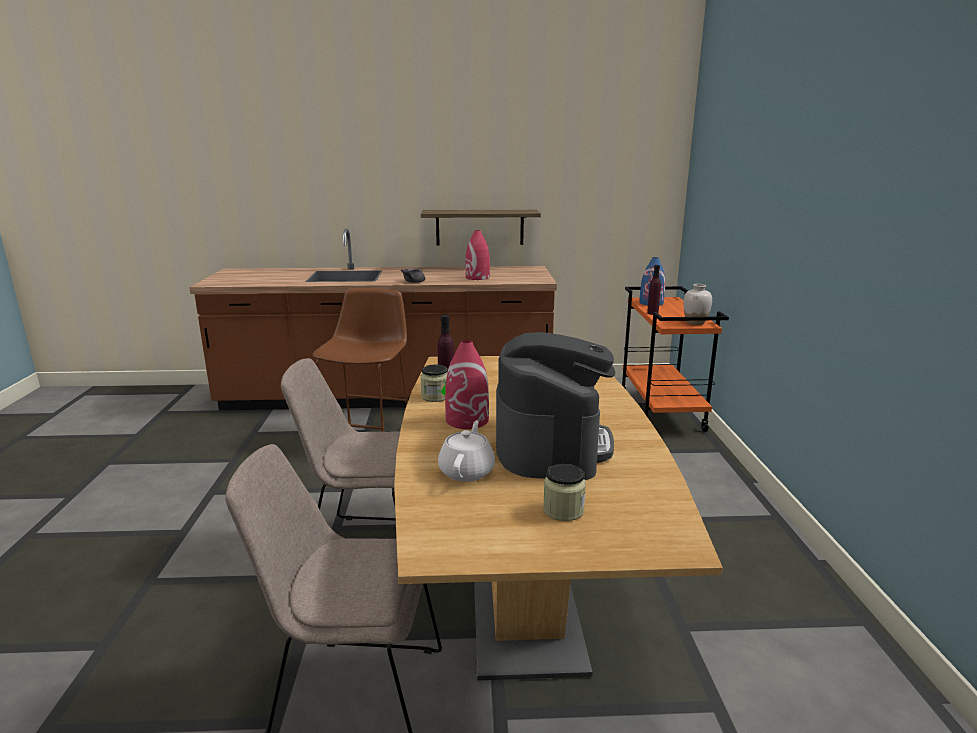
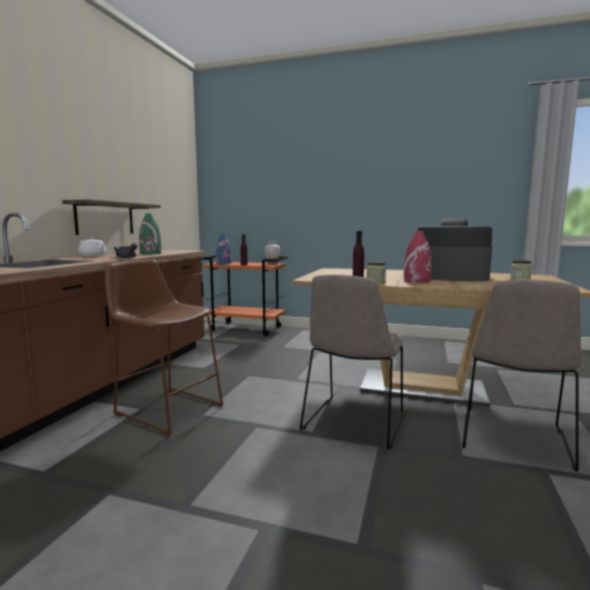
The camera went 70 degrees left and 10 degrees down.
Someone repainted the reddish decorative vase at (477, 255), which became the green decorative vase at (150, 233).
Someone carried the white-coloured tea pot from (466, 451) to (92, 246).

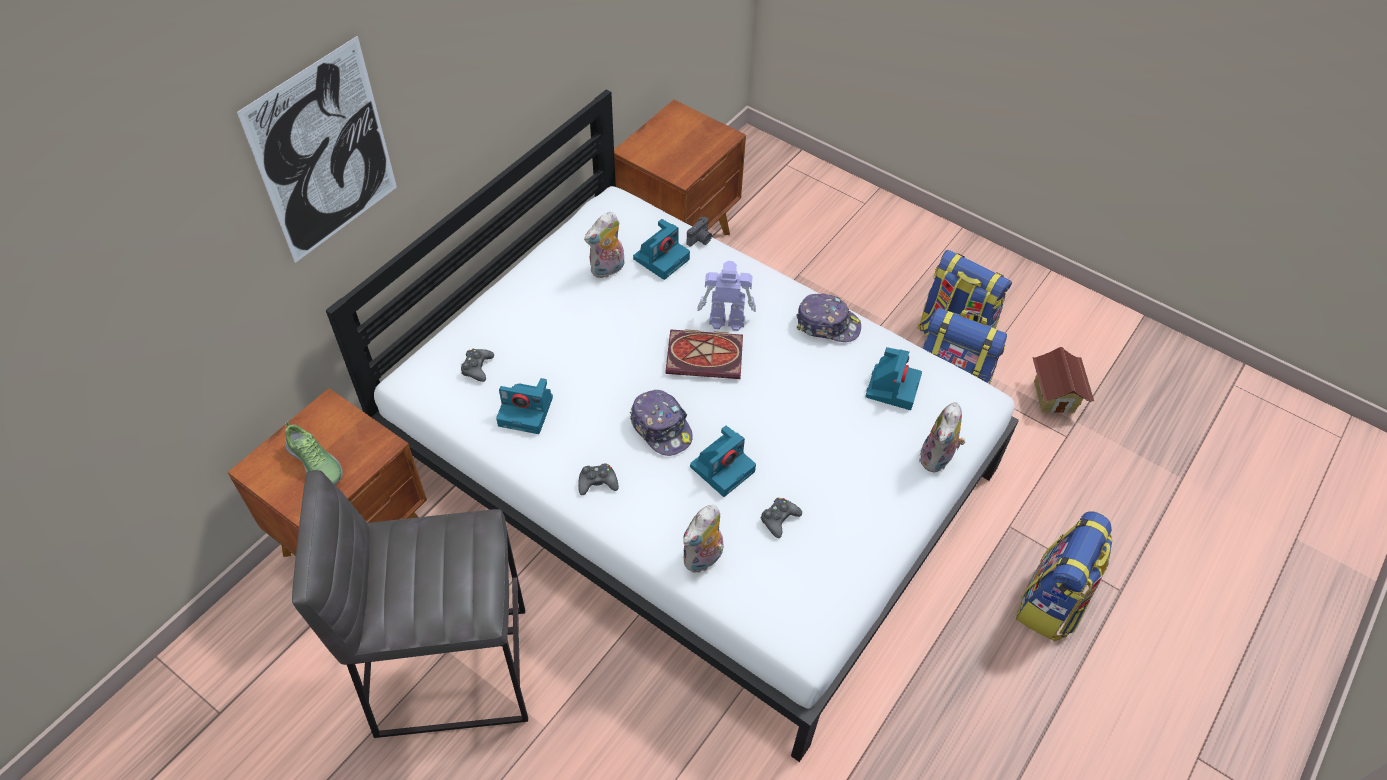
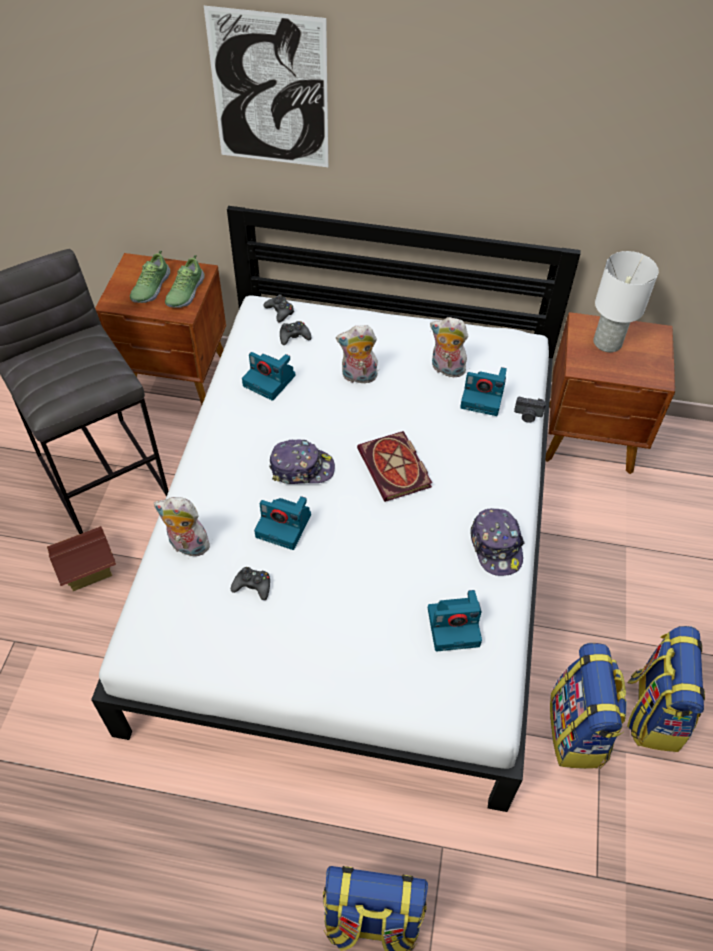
The camera went 65 degrees right and 0 degrees up.
Someone took away the model robot at (726, 296).
Someone carried the model house from (1063, 380) to (81, 558).
Someone rotated the photo camera at (524, 406) by 45 degrees counterclockwise.
Someone rotated the baseball cap at (661, 423) by 120 degrees counterclockwise.
Someone carried the plush toy from (942, 437) to (357, 354).
Someone carried the black joypad from (598, 479) to (279, 308).
Someone put down the white-coloured lamp for a table at (625, 301).
Someone put down the item of footwear at (185, 281).

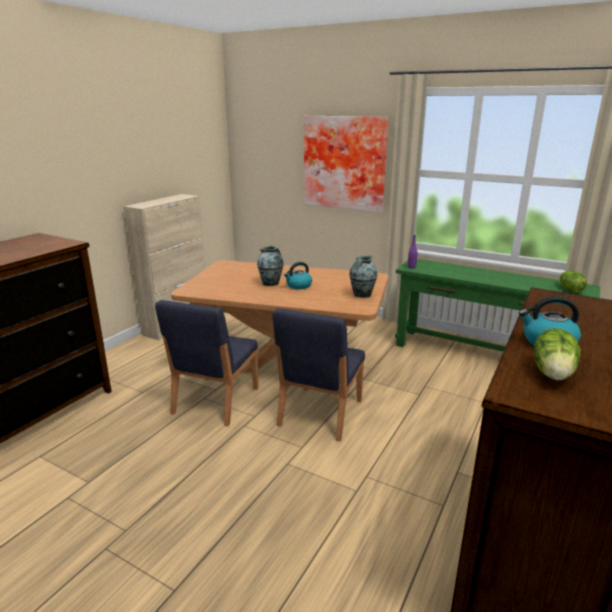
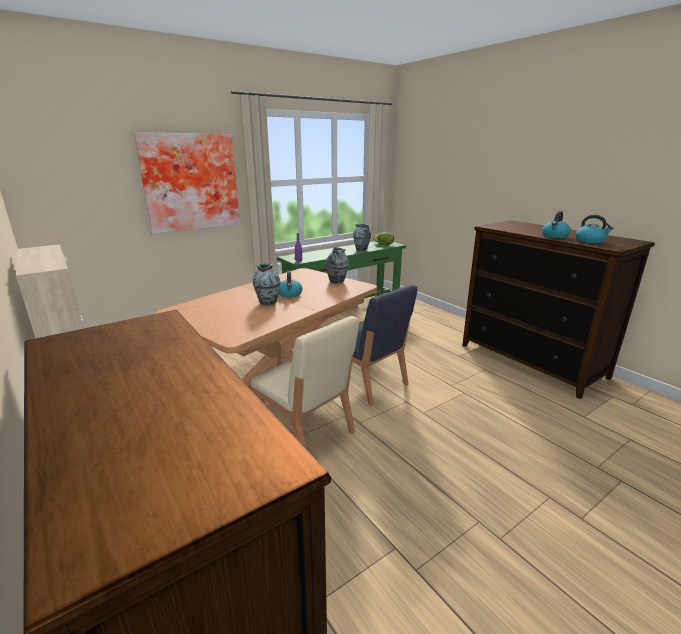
The camera went 65 degrees left and 0 degrees up.
Someone repainted the blue plain chair at (207, 363), which became the sand-coloured plain chair at (305, 382).
Someone swapped the lettuce head at (557, 354) for the tea kettle at (594, 229).
Someone put down the decorative vase at (362, 237).

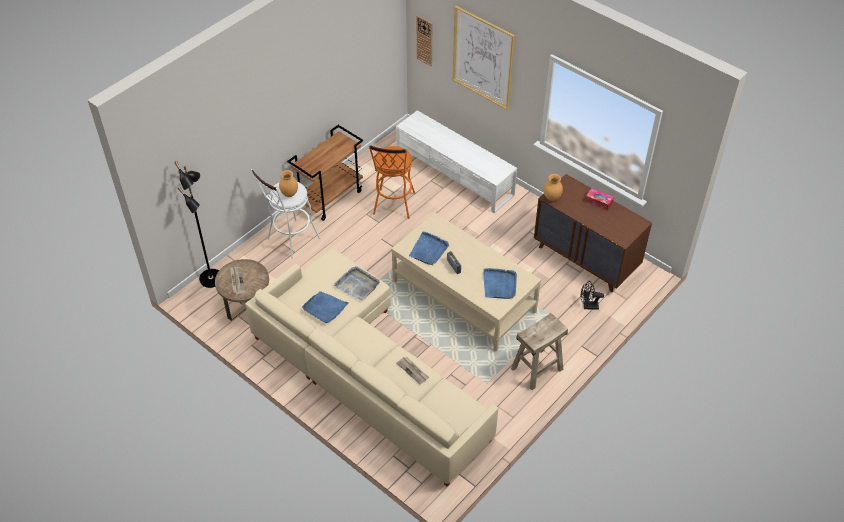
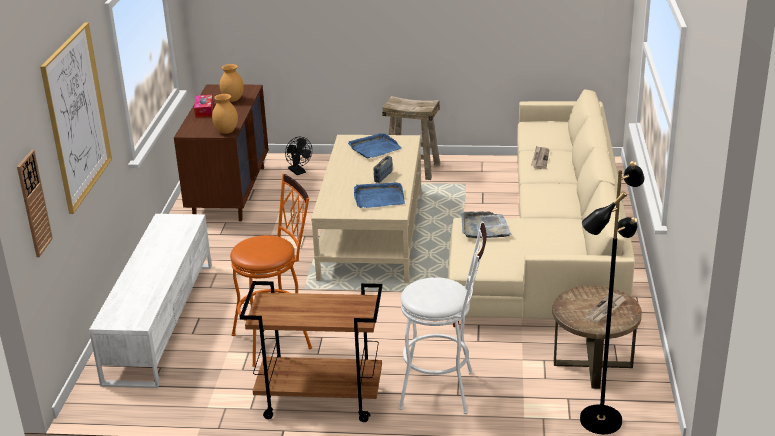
The camera went 125 degrees left and 20 degrees down.
Someone carried the brown decorative vase from (288, 183) to (232, 83).
Someone took away the blue serving tray at (325, 307).

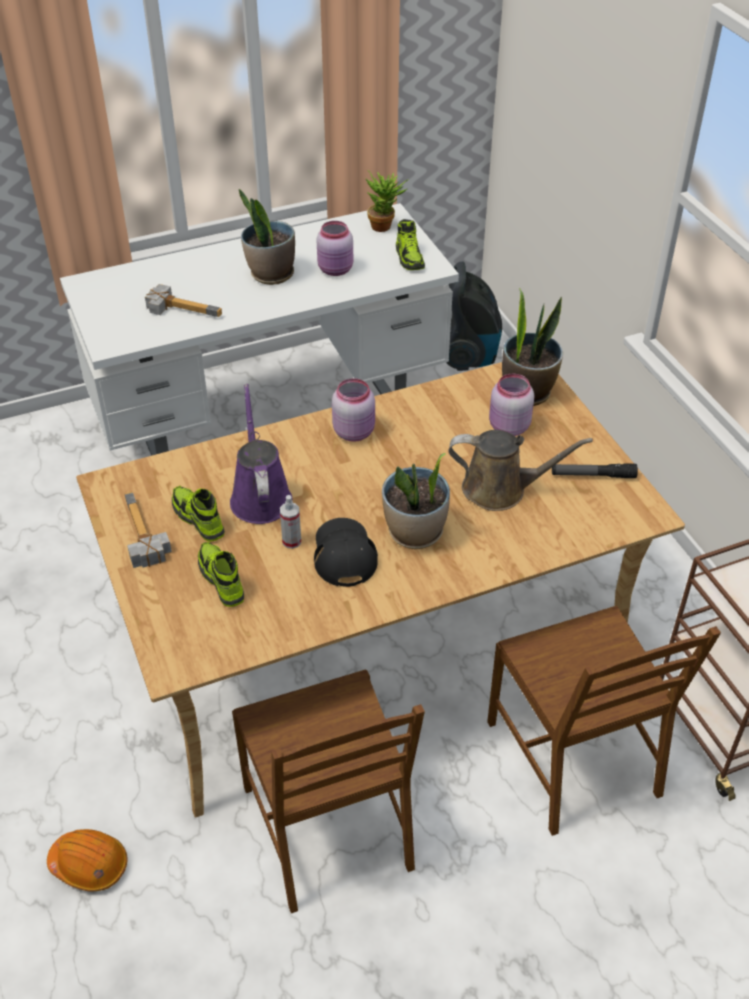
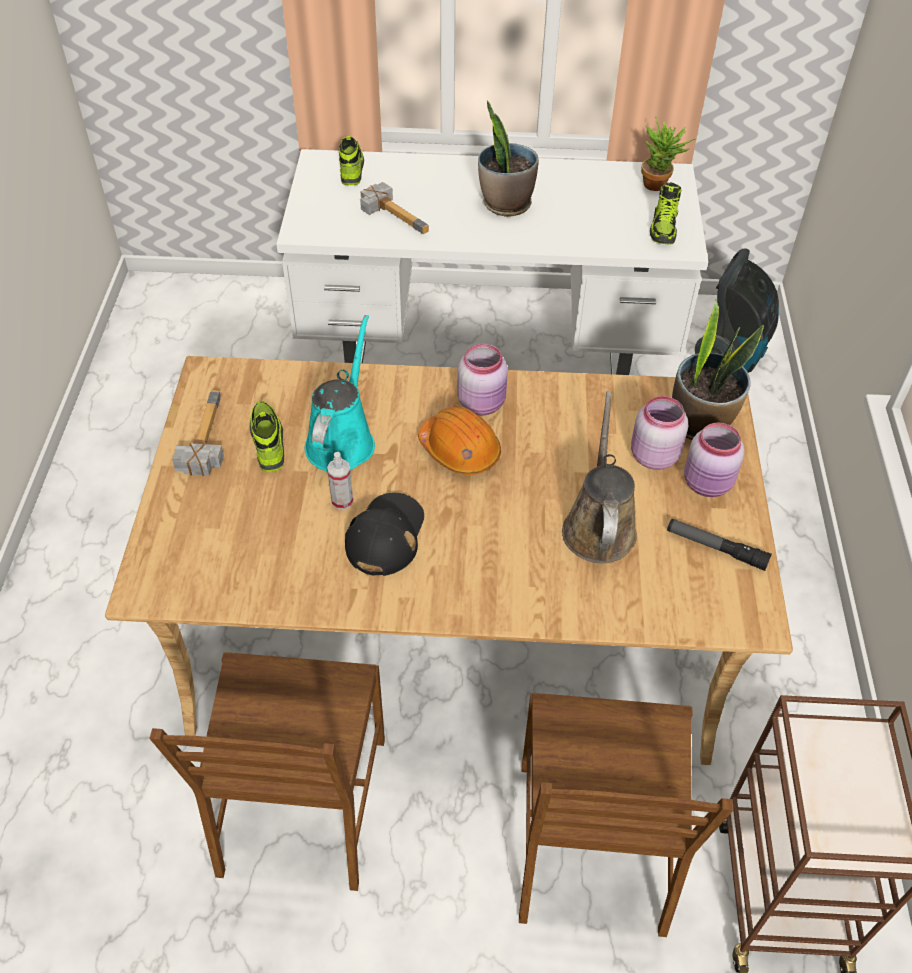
The camera went 25 degrees right and 5 degrees up.
Someone carried the pink-coloured jar from (335, 248) to (714, 459).
Someone repainted the purplish sprinkling can at (261, 454), which became the blue-green sprinkling can at (339, 393).
Someone rotated the brown sprinkling can at (520, 470) by 120 degrees counterclockwise.
Someone took away the plant in a pot at (416, 501).
Someone carried the item of footwear from (221, 574) to (351, 160).
Someone carried the orangey safety helmet from (87, 860) to (459, 440).

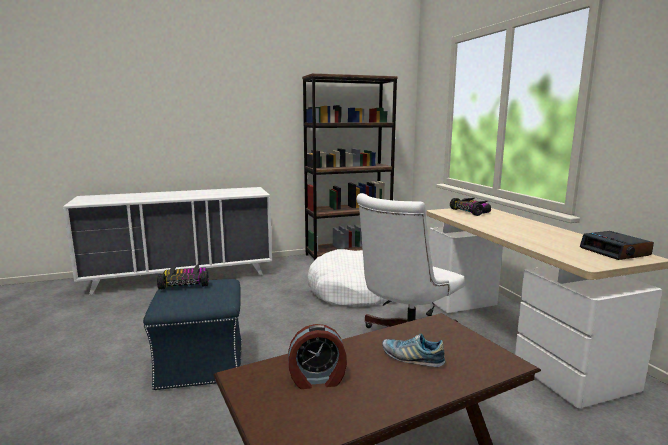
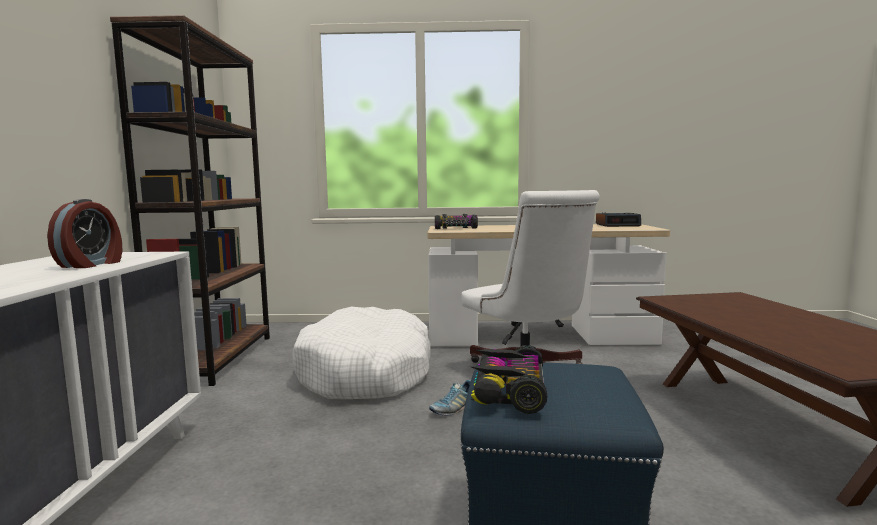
The camera went 70 degrees left and 5 degrees down.
Someone carried the table clock from (317, 356) to (84, 233).
Someone carried the item of footwear from (413, 350) to (450, 397).

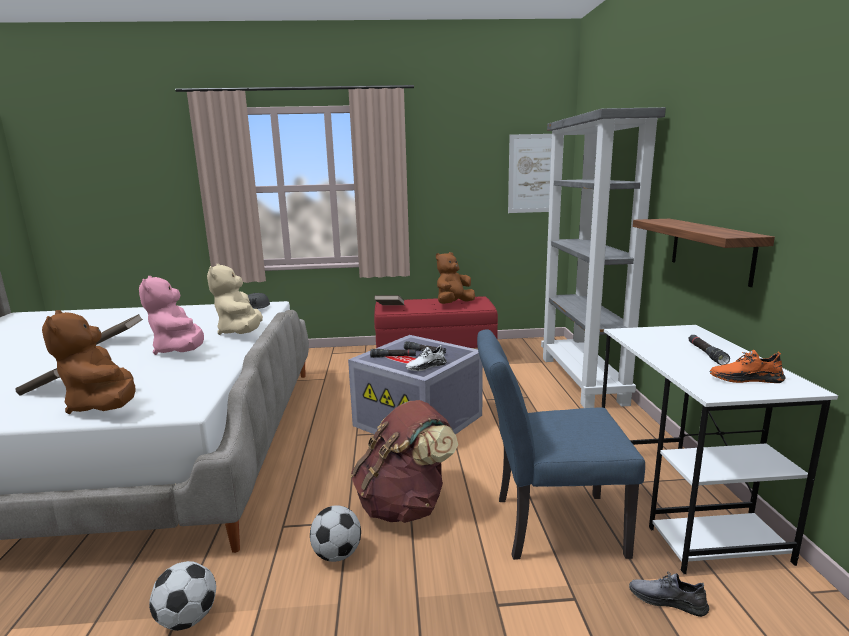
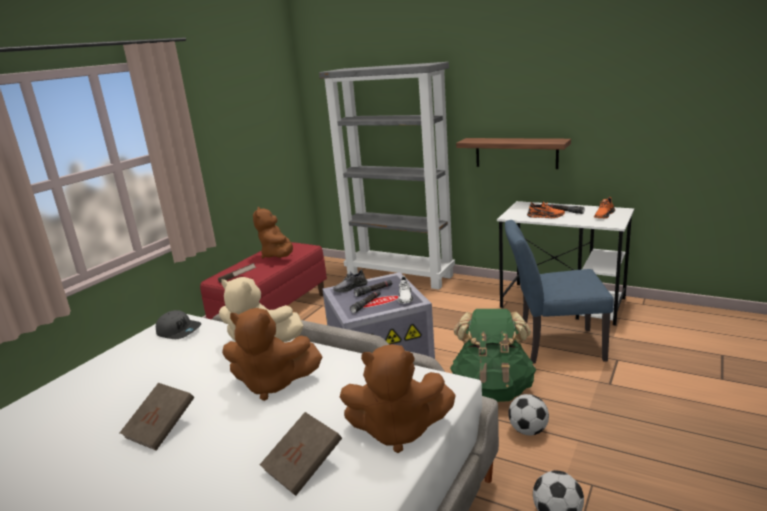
The camera went 55 degrees left and 5 degrees up.
Someone took away the wall art at (530, 173).
Someone repainted the pink-coloured plush toy at (171, 315), which became the brown plush toy at (272, 354).
Someone rotated the blue plain chair at (561, 444) by 60 degrees clockwise.
Someone repainted the brown rucksack at (404, 461), which became the green rucksack at (493, 355).
Someone carried the gray item of footwear from (669, 594) to (350, 280).
Someone put down the orangey item of footwear at (546, 209).

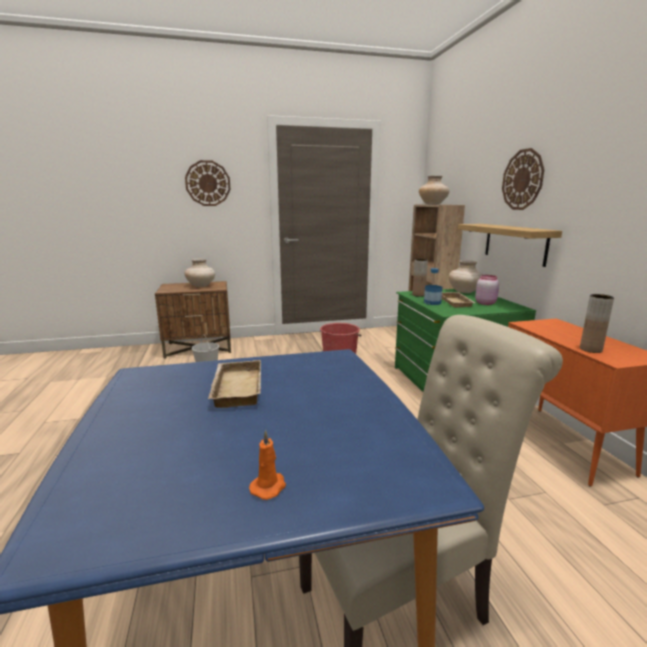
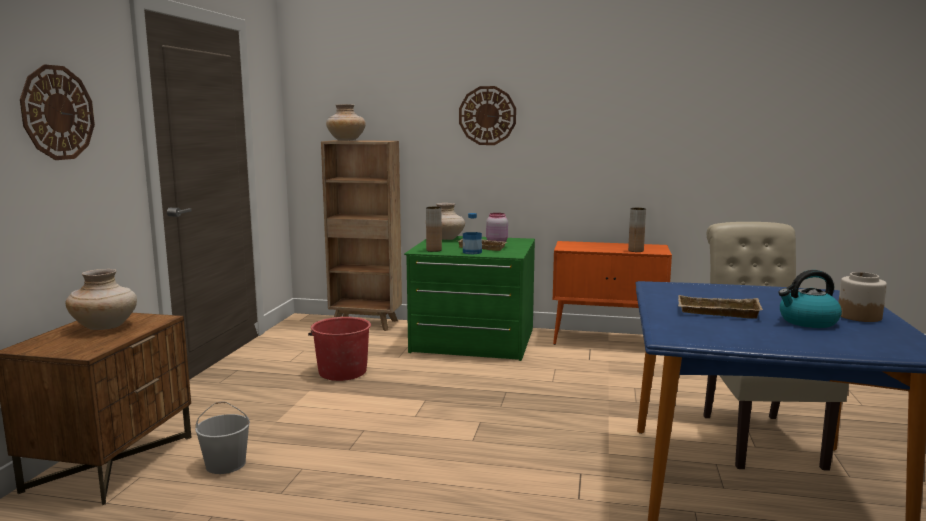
The camera went 65 degrees left and 5 degrees down.
Someone took away the shelf at (510, 245).
Someone swapped the orangey candle at (267, 465) for the jar at (863, 297).
Someone put down the tea kettle at (810, 299).

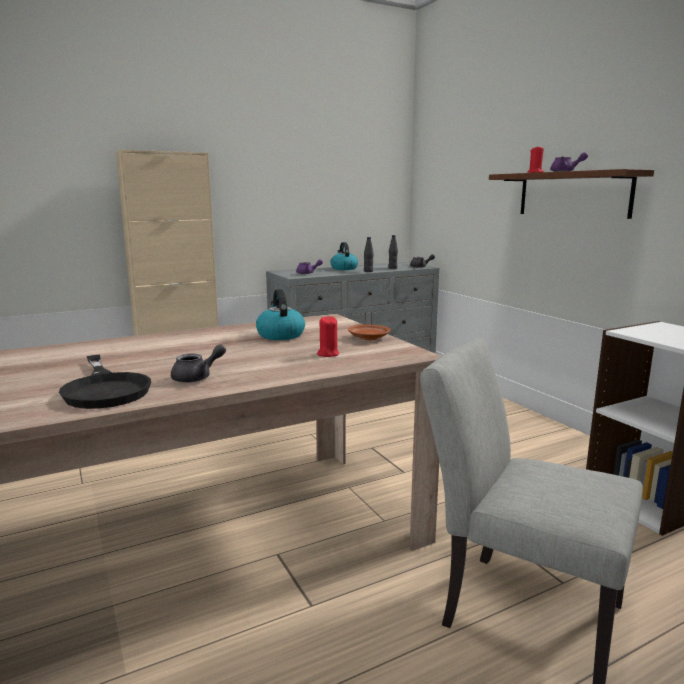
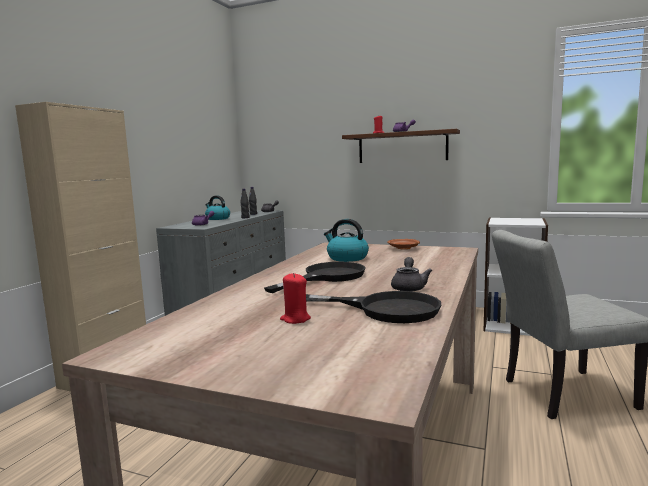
The camera went 40 degrees left and 5 degrees down.
Someone carried the reddish candle from (328, 336) to (295, 298).
Someone put down the black skillet at (315, 277).

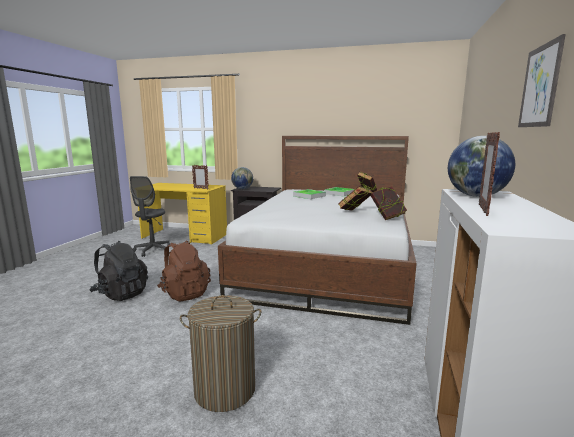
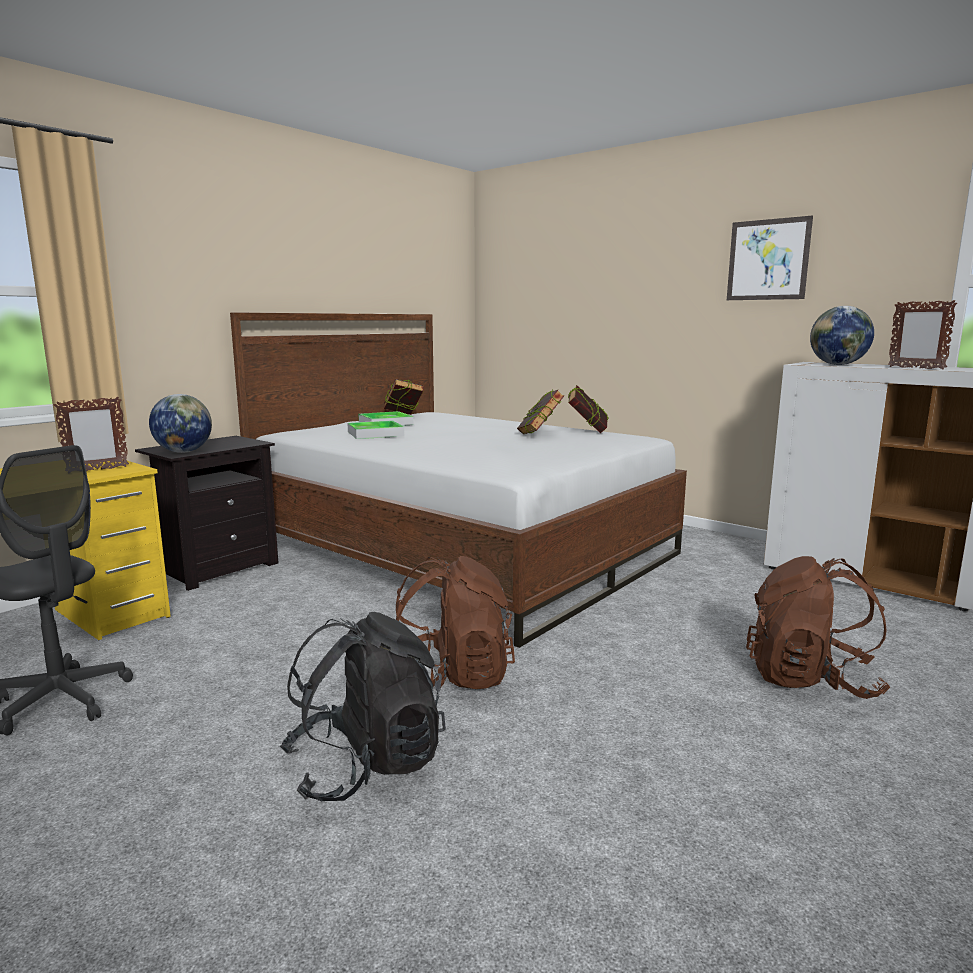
The camera went 65 degrees left and 0 degrees up.
Someone swapped the laundry basket at (220, 353) for the brown rucksack at (818, 627).

